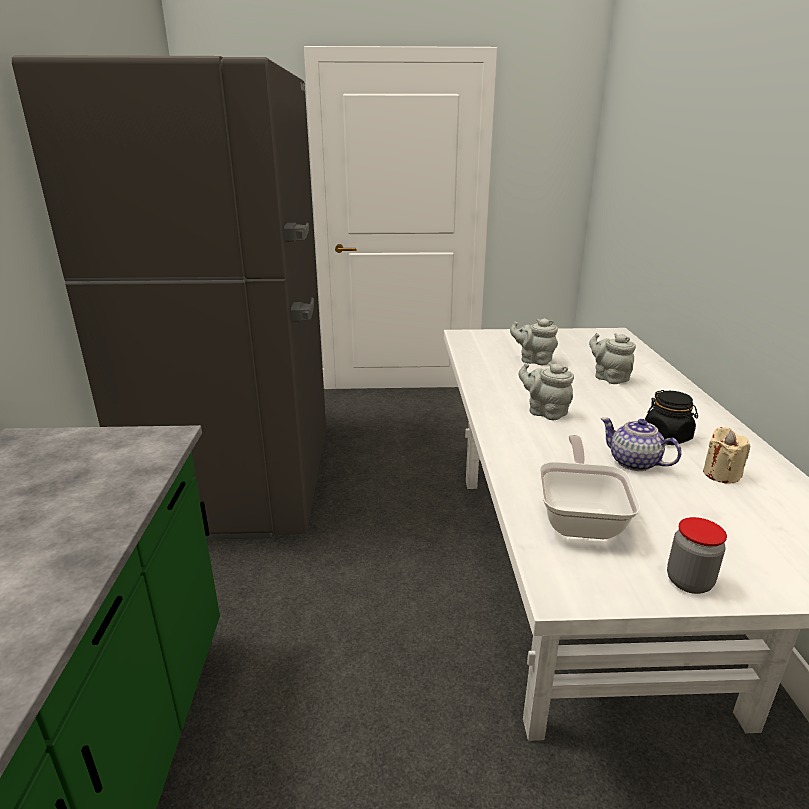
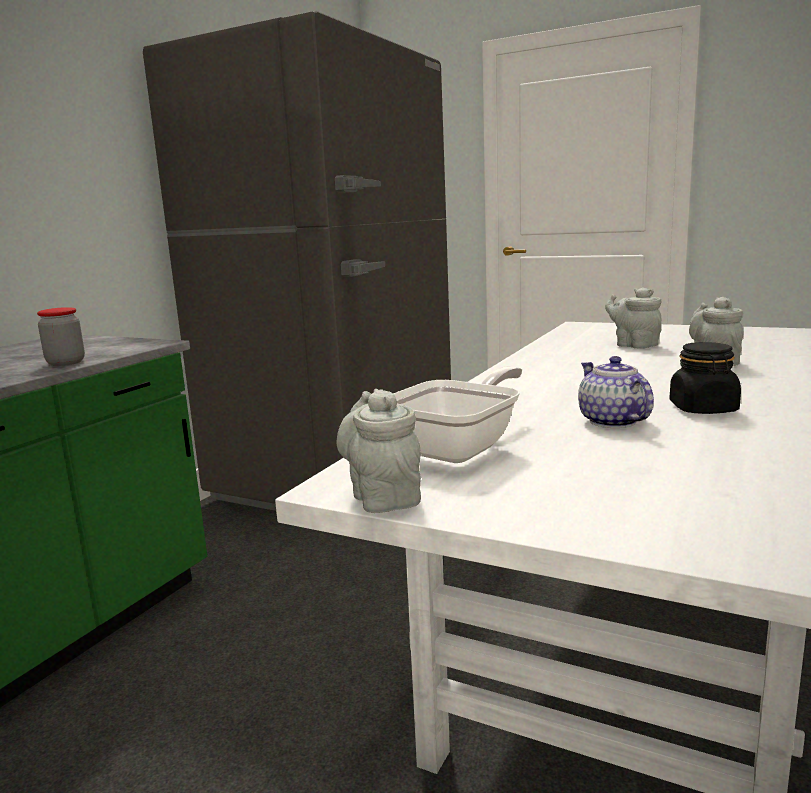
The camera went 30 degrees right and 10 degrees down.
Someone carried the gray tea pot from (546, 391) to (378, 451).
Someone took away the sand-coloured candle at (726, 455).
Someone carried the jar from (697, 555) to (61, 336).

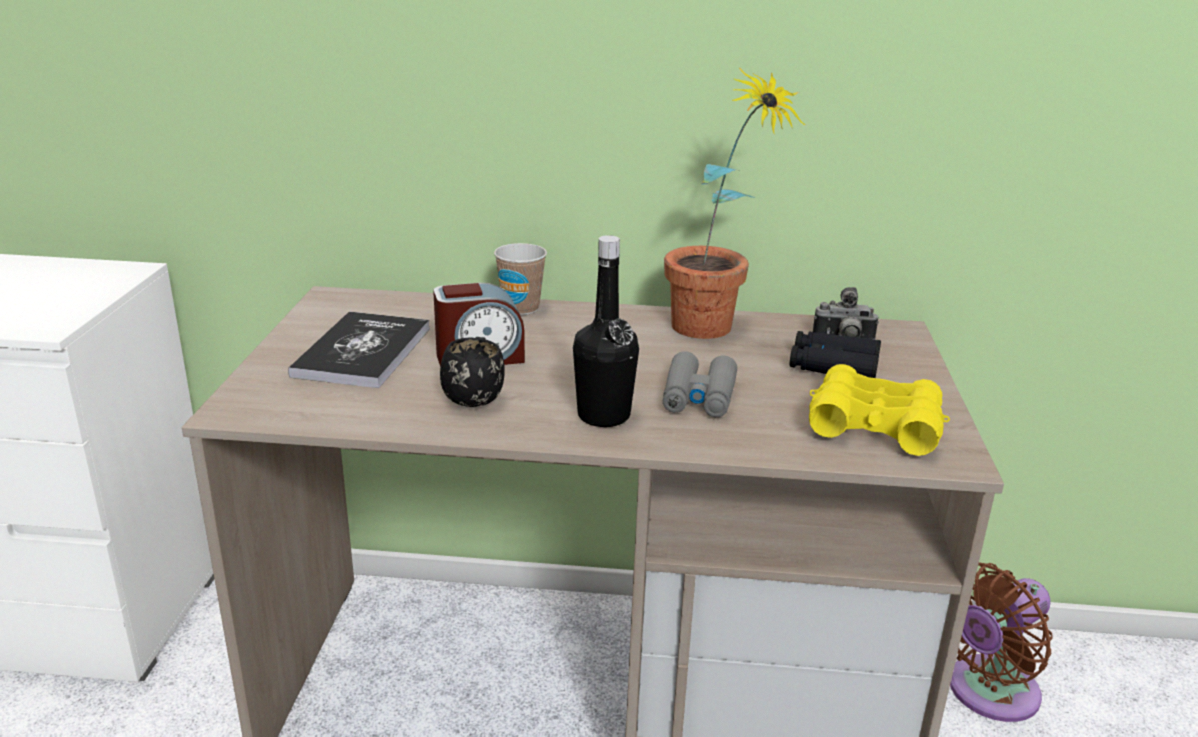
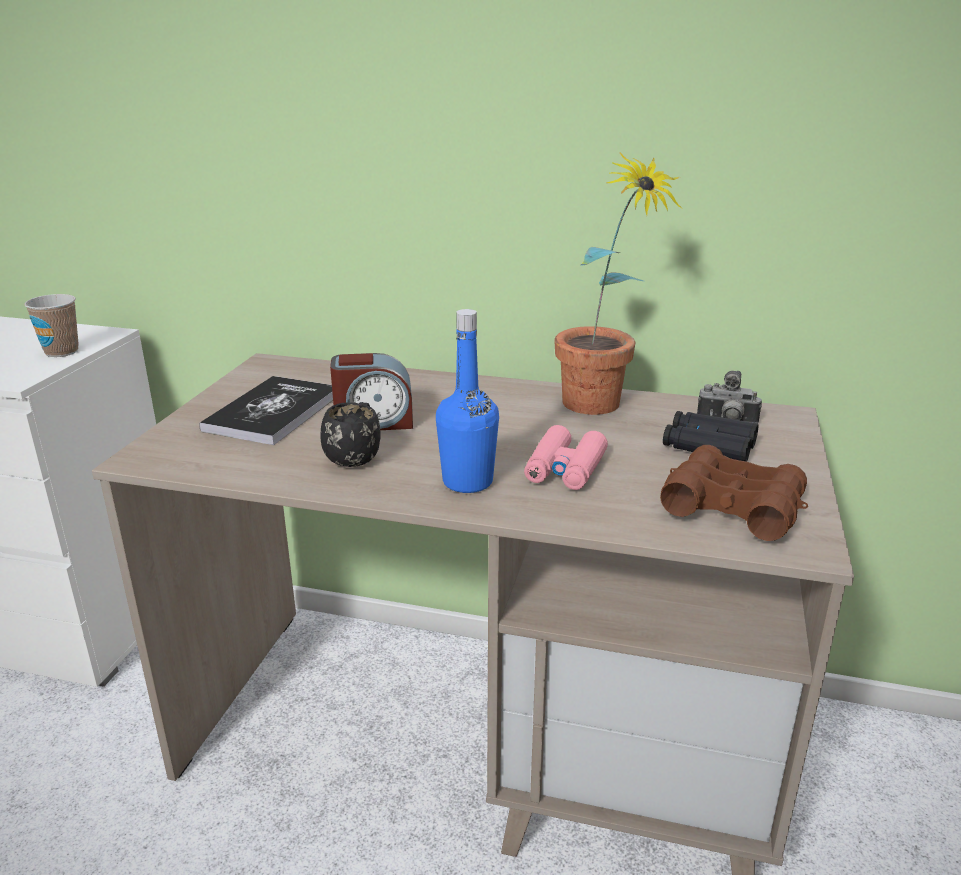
The camera went 10 degrees right and 0 degrees up.
Someone repainted the black drink bottle at (606, 331), which became the blue drink bottle at (467, 401).
Someone carried the cup from (520, 279) to (51, 325).
Someone repainted the gray field glasses at (700, 384), which became the pink-coloured field glasses at (566, 457).
Someone repainted the yellow-coloured field glasses at (879, 410), which became the brown field glasses at (734, 493).
Someone took away the brown electric fan at (1001, 642).

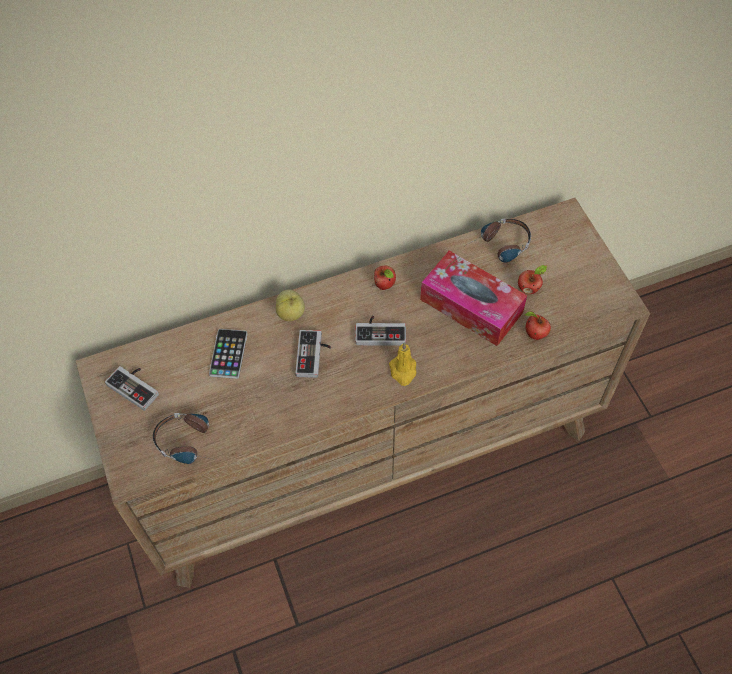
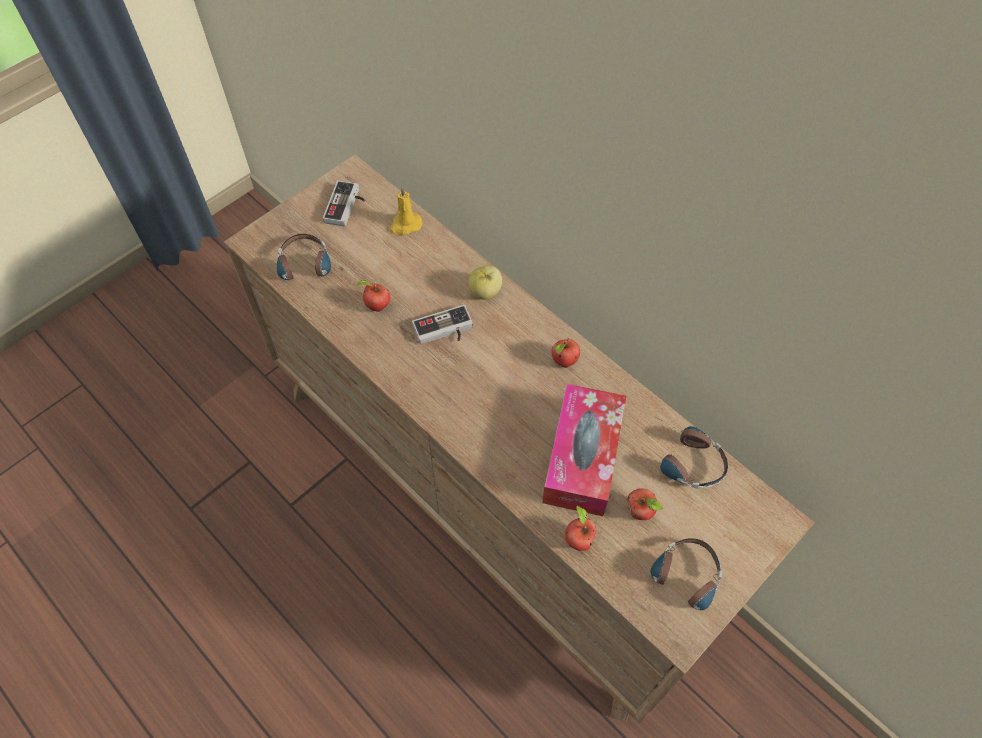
The camera went 65 degrees right and 0 degrees up.
Someone took away the joypad at (380, 331).
Someone took away the handset at (228, 354).
Someone carried the yellow-coloured candle from (402, 364) to (406, 211).
Someone put down the apple at (373, 296).
Someone put down the headset at (681, 574).

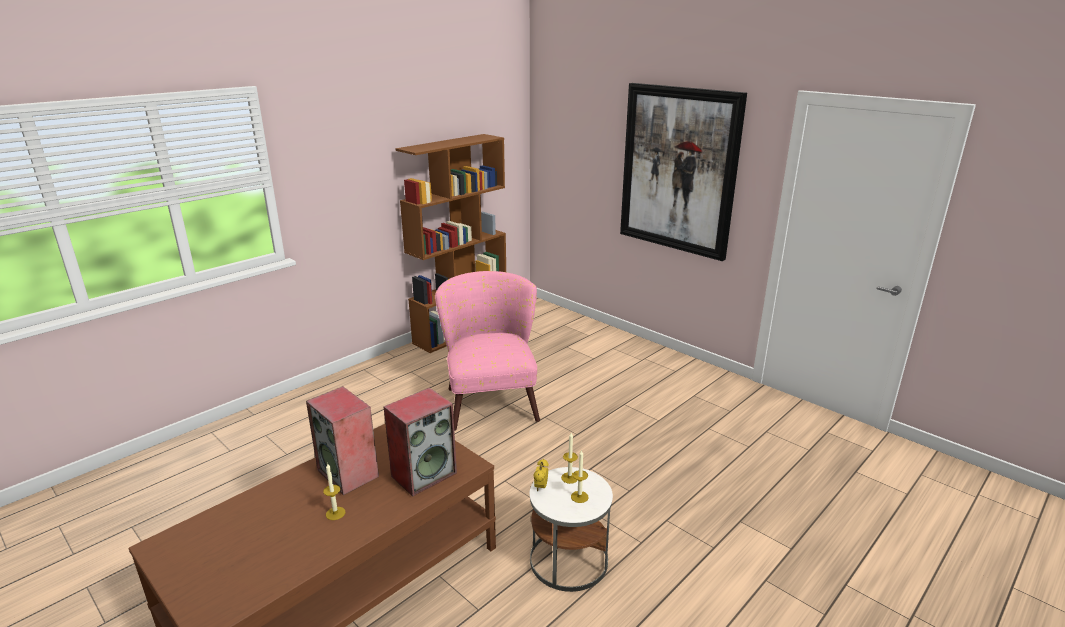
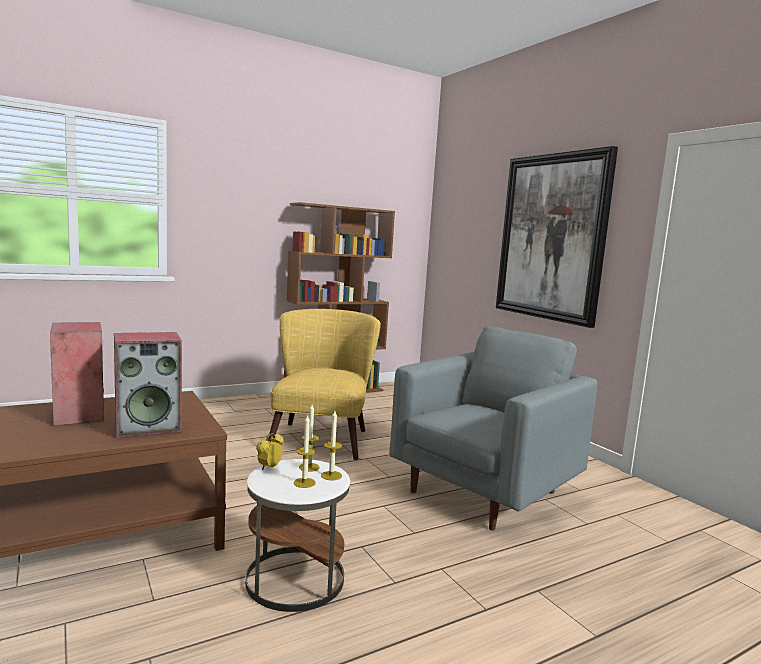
The camera went 15 degrees right and 15 degrees down.
Someone repainted the pink-coloured armchair at (487, 351), which became the yellow-coloured armchair at (324, 384).
Someone carried the candle from (334, 492) to (331, 445).
Someone put down the gray armchair at (493, 428).

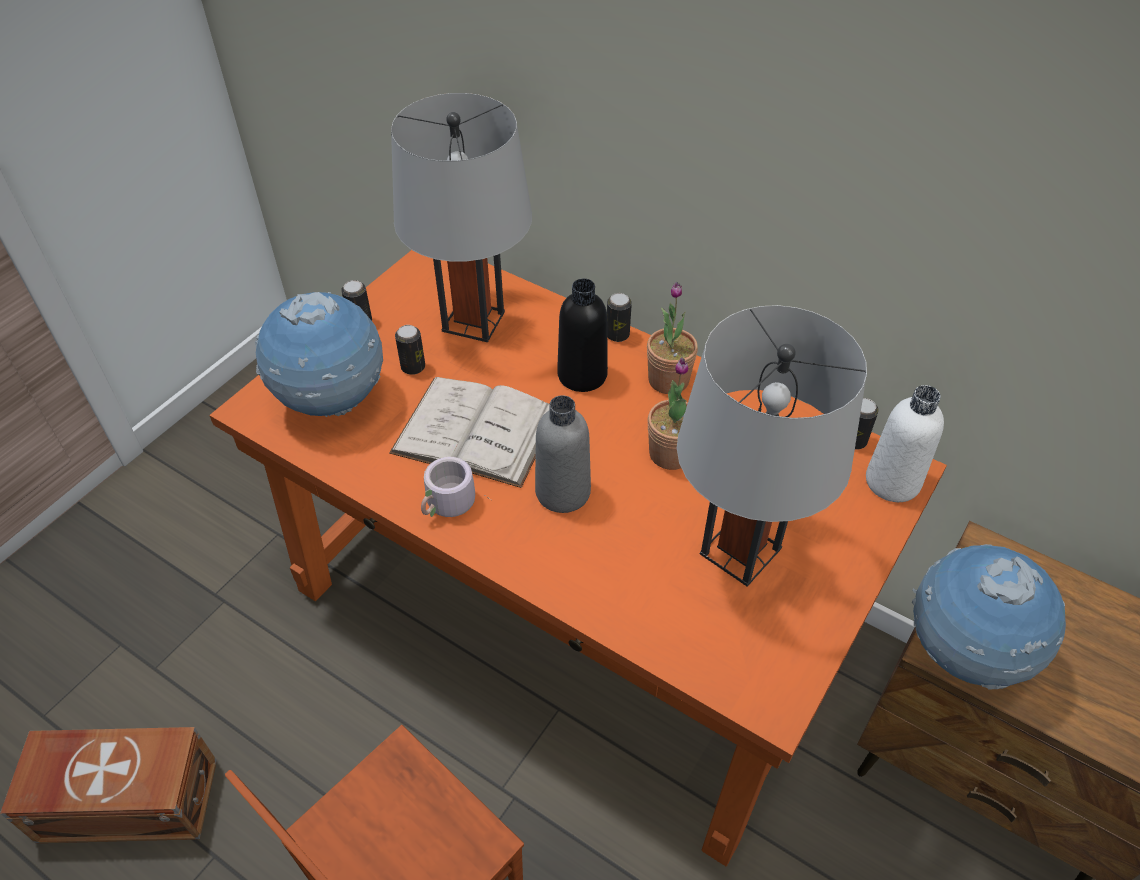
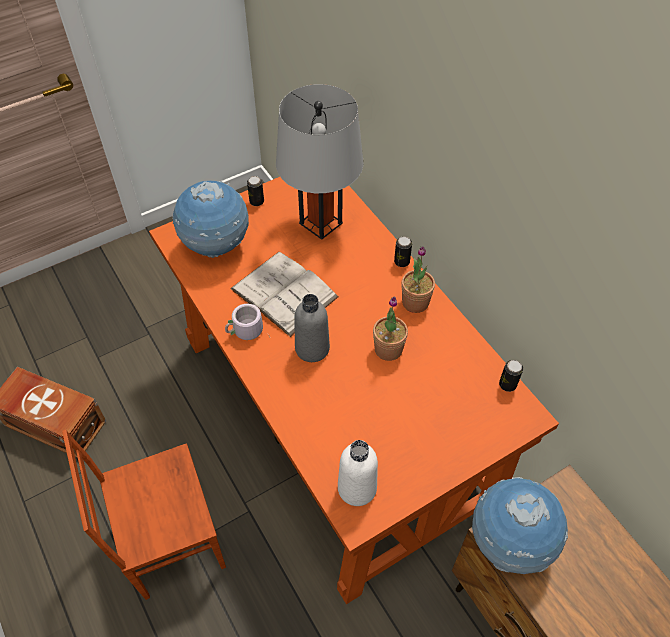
The camera went 25 degrees right and 5 degrees up.
Someone took away the black drink bottle at (582, 335).
Someone took away the gray lamp for a table at (772, 446).
Someone took away the sealed can at (410, 350).
Someone carried the white-coloured drink bottle from (905, 443) to (358, 473).

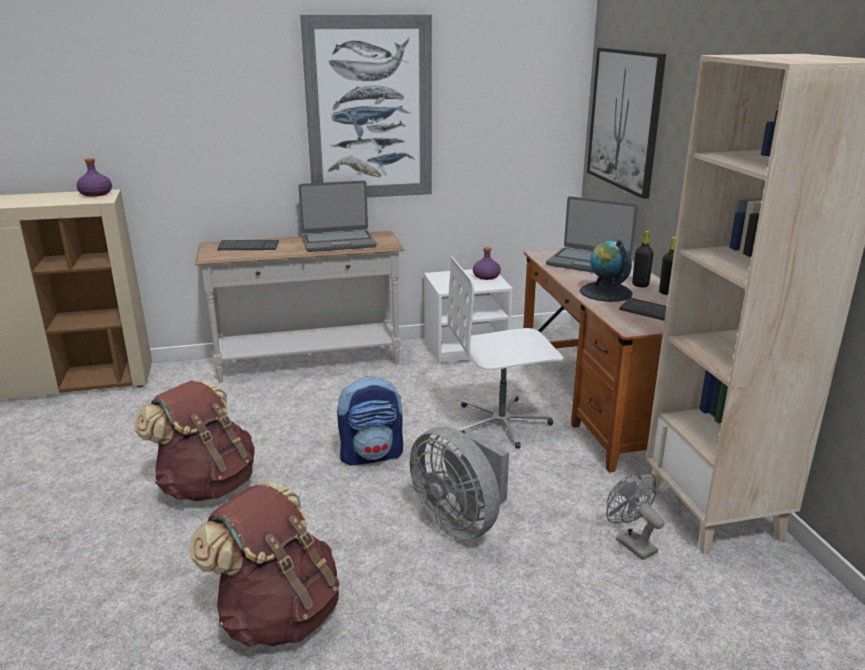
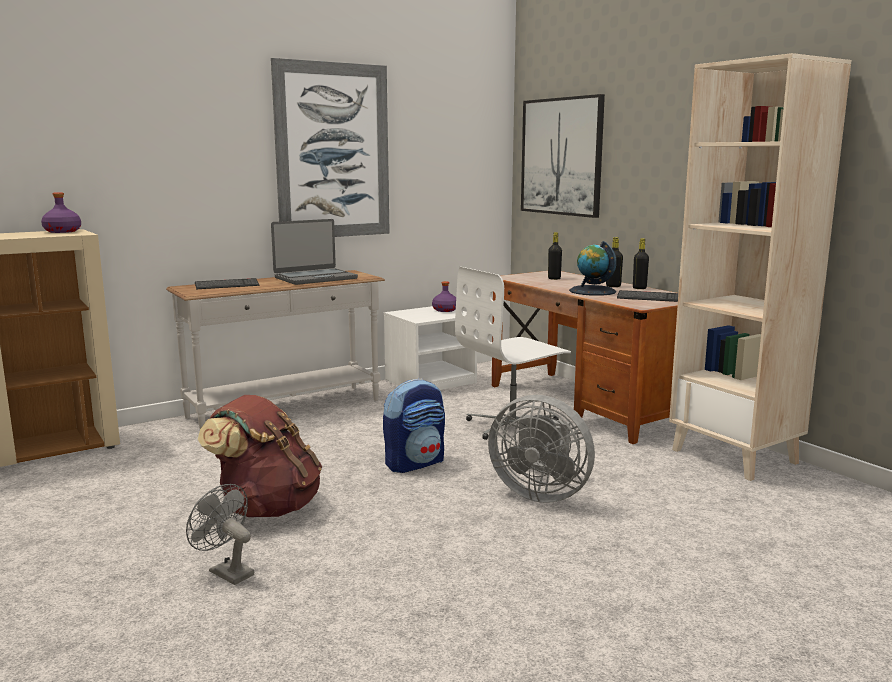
The camera went 20 degrees left and 10 degrees down.
Someone swapped the notebook computer at (592, 234) for the black drink bottle at (555, 256).
Someone carried the gray electric fan from (635, 516) to (220, 534).
Someone took away the brown rucksack at (264, 564).

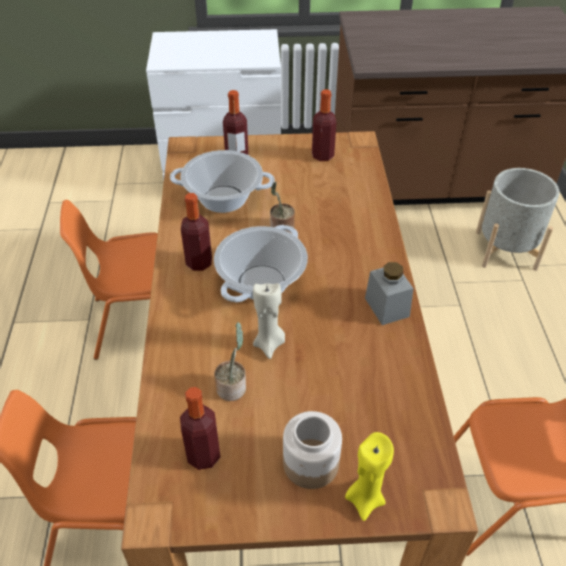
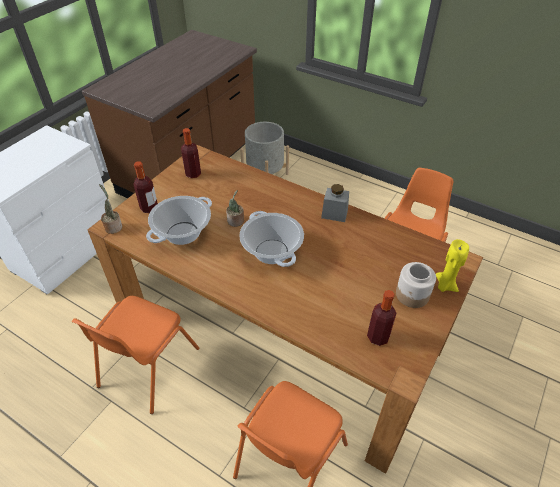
The camera went 55 degrees left and 0 degrees up.
Someone took away the drink bottle at (196, 232).
Someone took away the sand-coloured candle at (269, 321).
Someone carried the plant in a pot from (230, 361) to (110, 209).

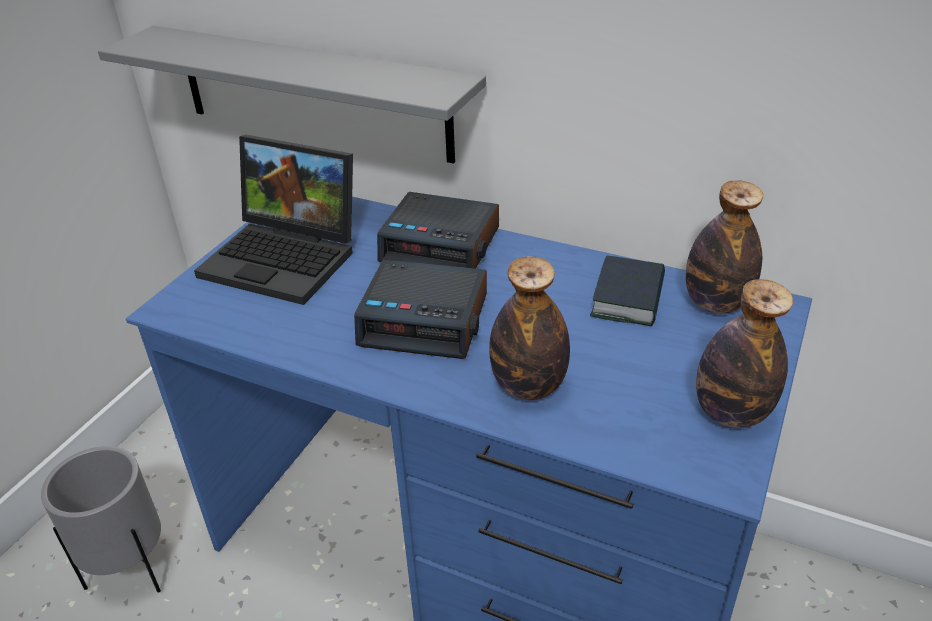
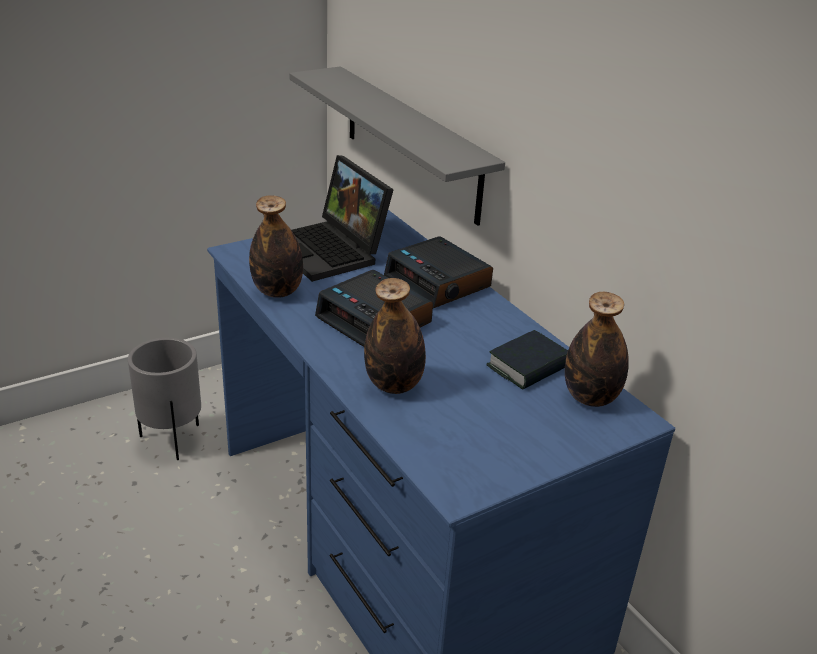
The camera went 30 degrees right and 5 degrees down.
Someone carried the drink bottle from (745, 353) to (276, 246).

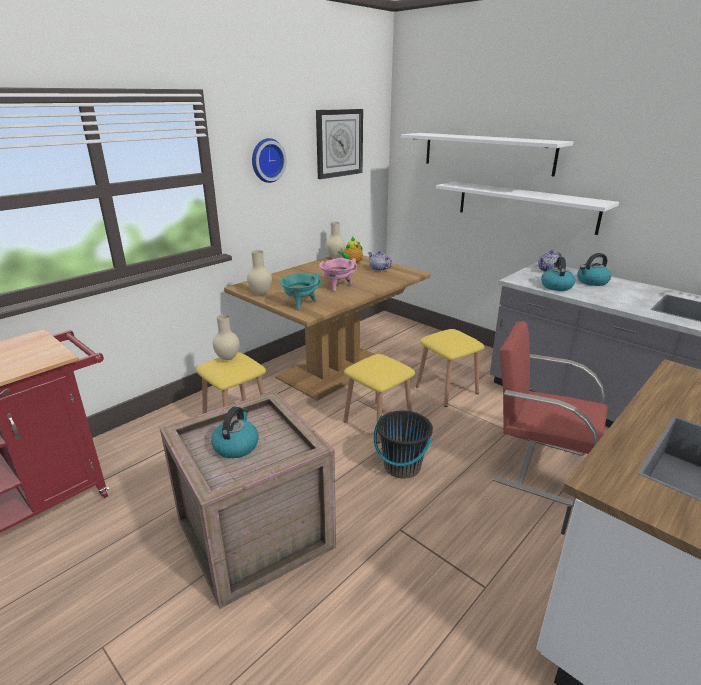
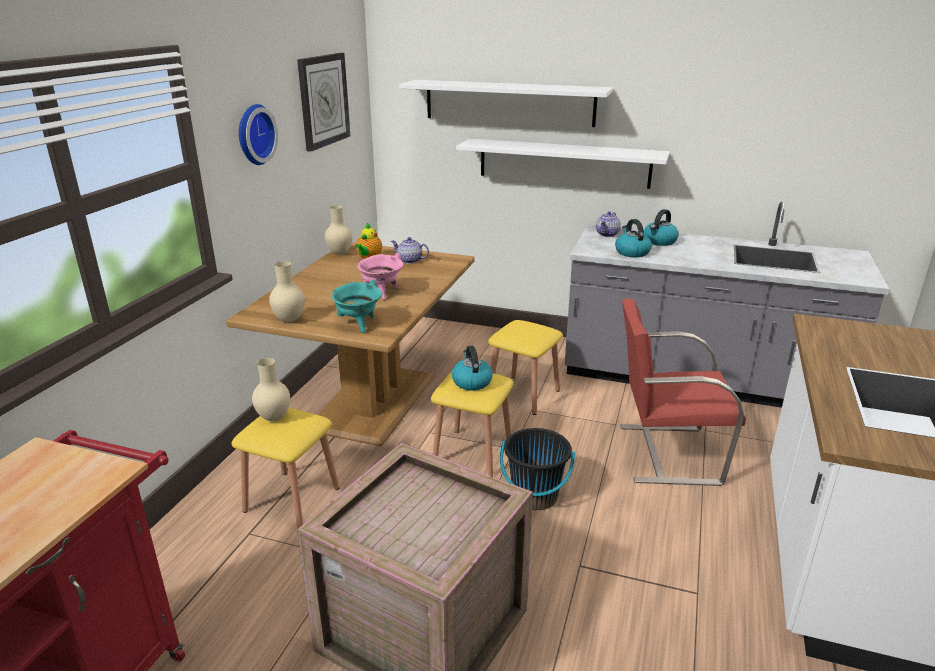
The camera went 25 degrees left and 0 degrees up.
Someone carried the tea kettle from (235, 432) to (472, 368).

